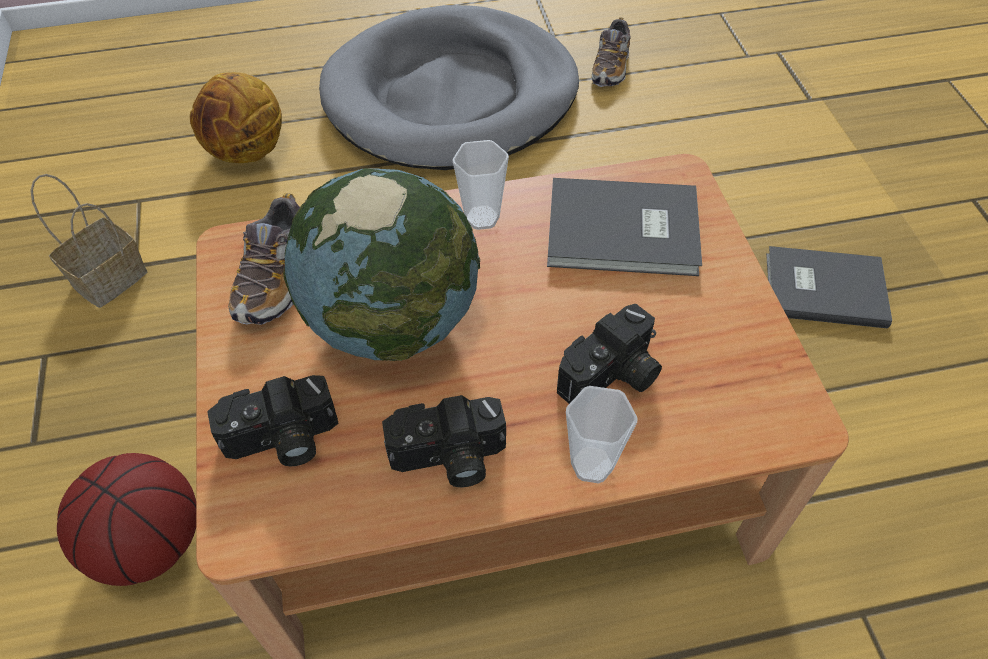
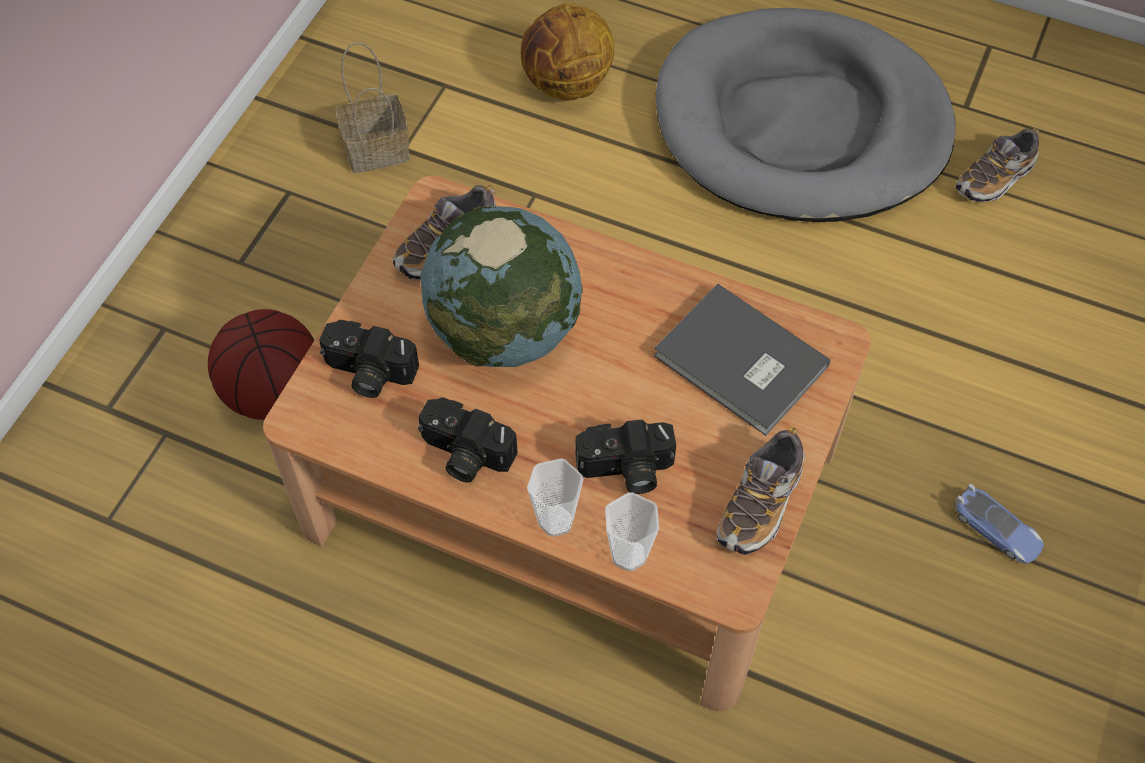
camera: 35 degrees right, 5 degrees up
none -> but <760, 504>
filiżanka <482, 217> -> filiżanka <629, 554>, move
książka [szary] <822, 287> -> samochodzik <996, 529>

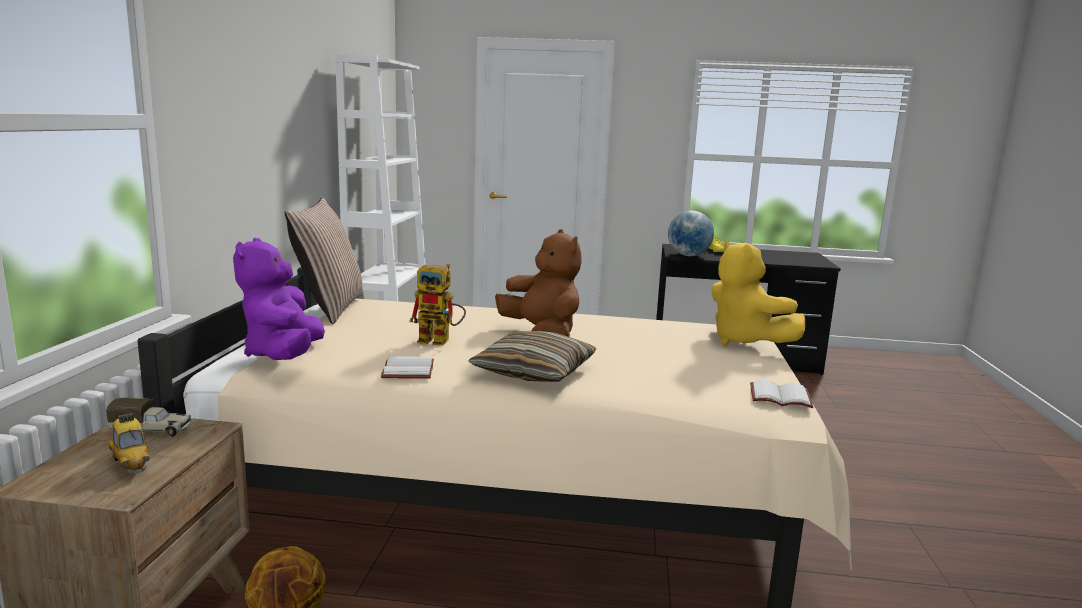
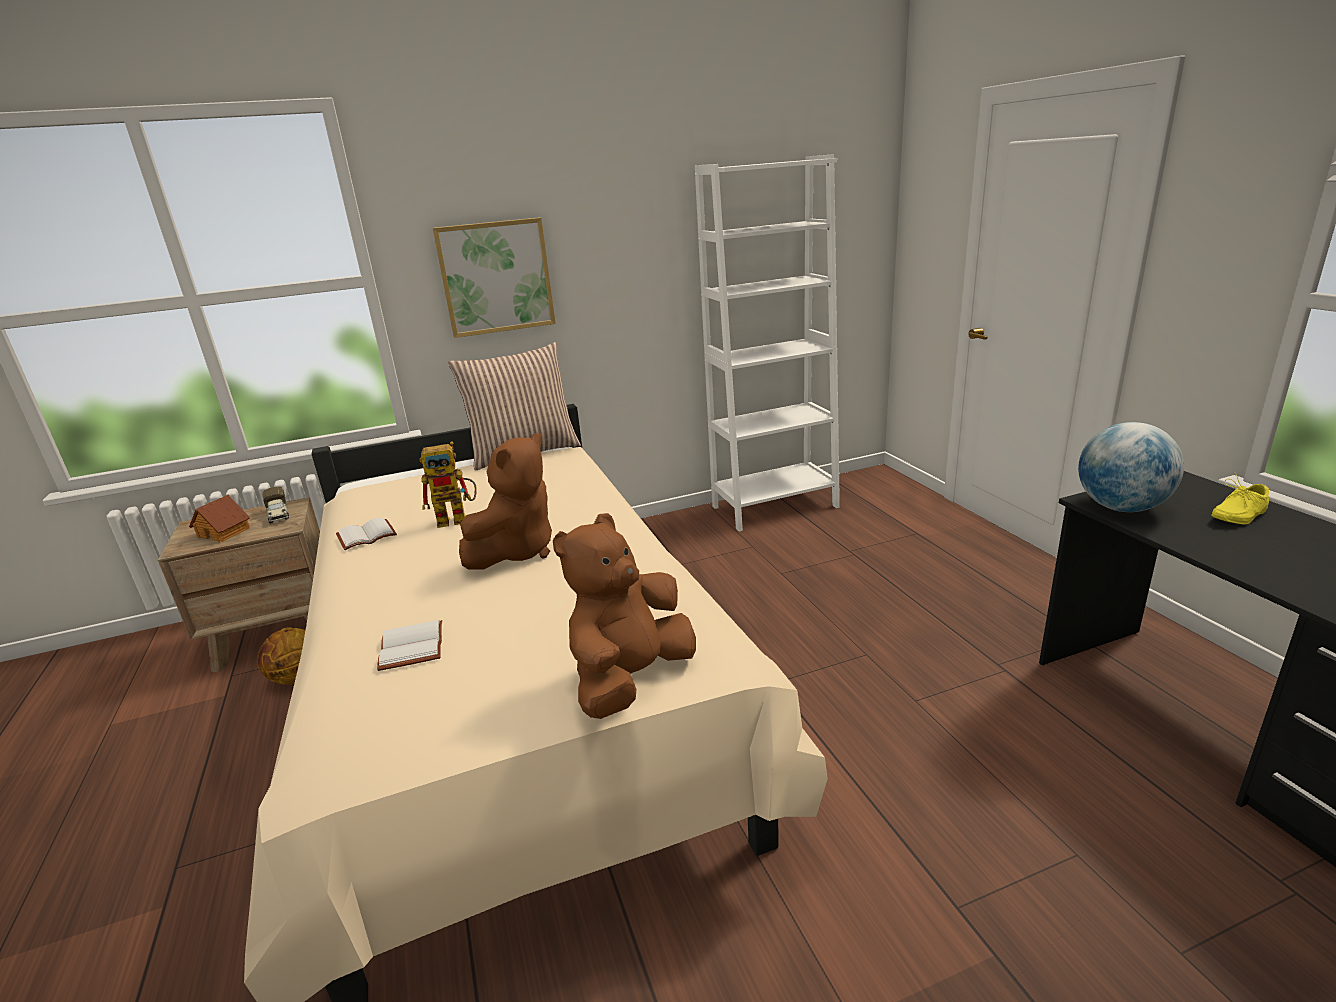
camera: 65 degrees right, 10 degrees up
pluszak [fioletowy] <284, 356> -> none
poduszka <534, 371> -> none
none -> obraz <496, 277>
książka [biały] <781, 396> -> książka [biały] <414, 647>, move
samochodzik <131, 464> -> domek <224, 532>
pluszak [żółty] <745, 341> -> pluszak [brązowy] <630, 679>
robot zabawkowy <441, 341> -> robot zabawkowy <458, 518>, 90 degrees counterclockwise

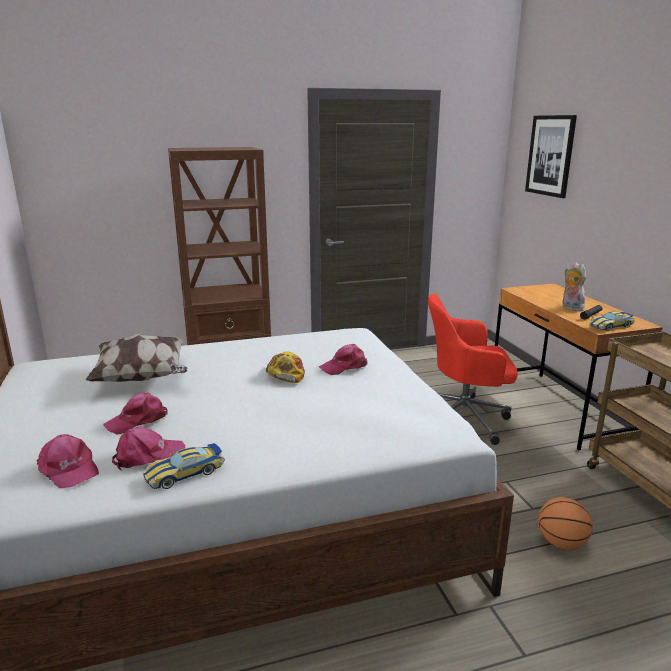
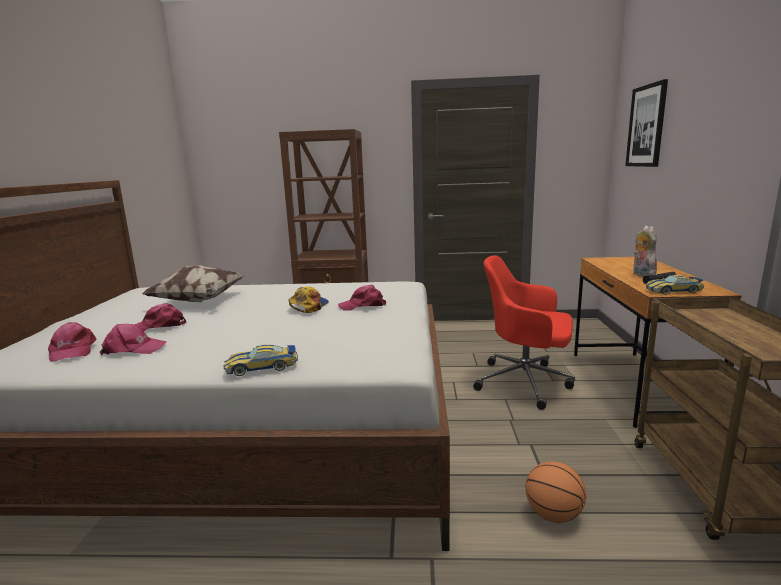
camera: 20 degrees right, 5 degrees down
samochodzik <185, 473> -> samochodzik <262, 367>, move

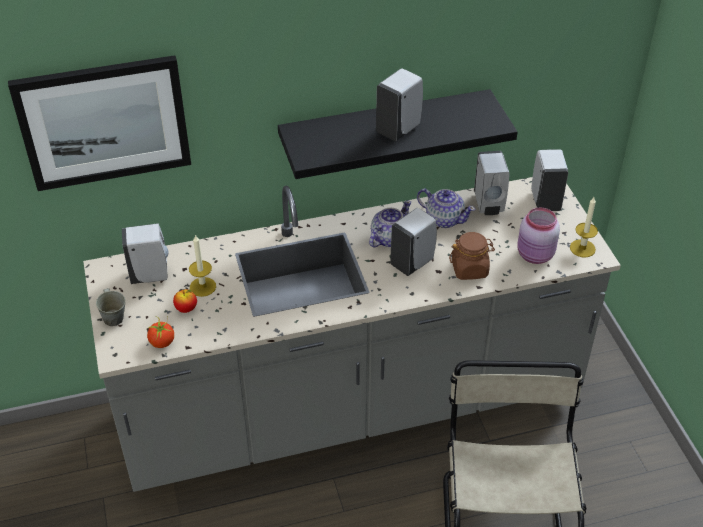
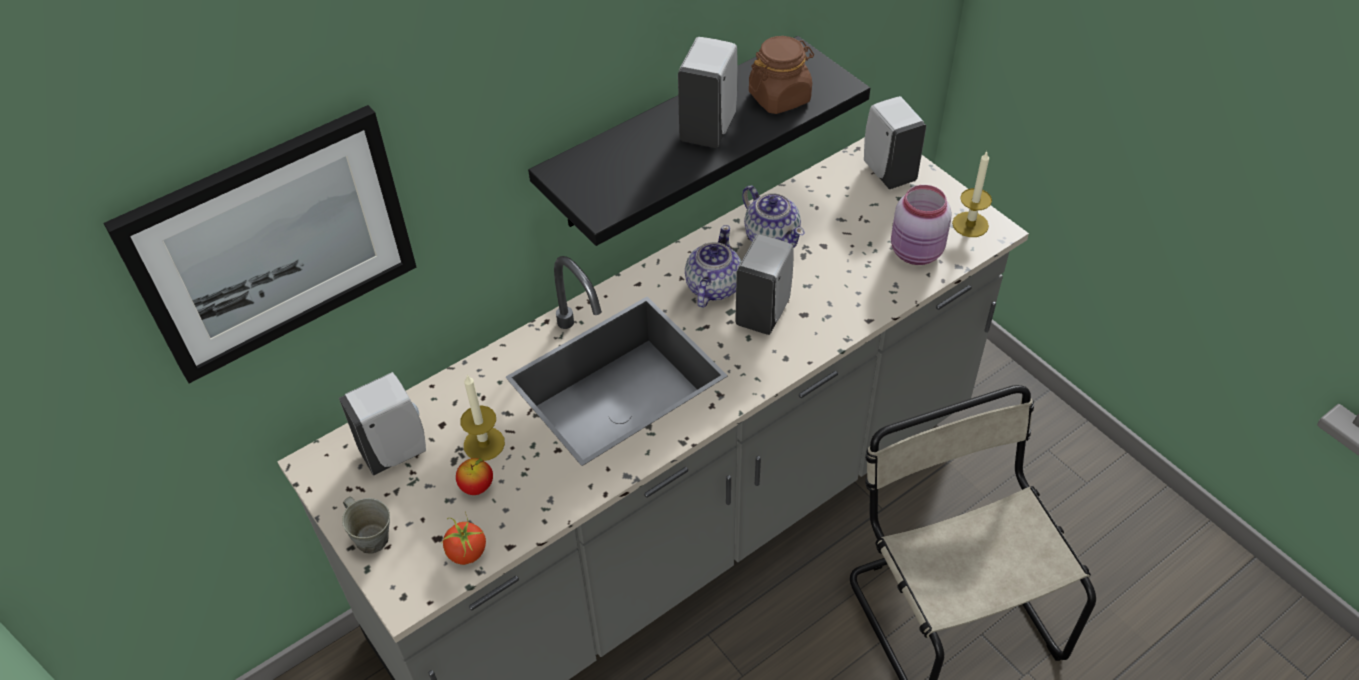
camera: 20 degrees left, 5 degrees up
dozownik mydła [biały] <488, 205> -> none
słoik [brązowy] <470, 269> -> słoik [brązowy] <780, 97>, move
imbryk <444, 219> -> imbryk <771, 236>, 45 degrees clockwise

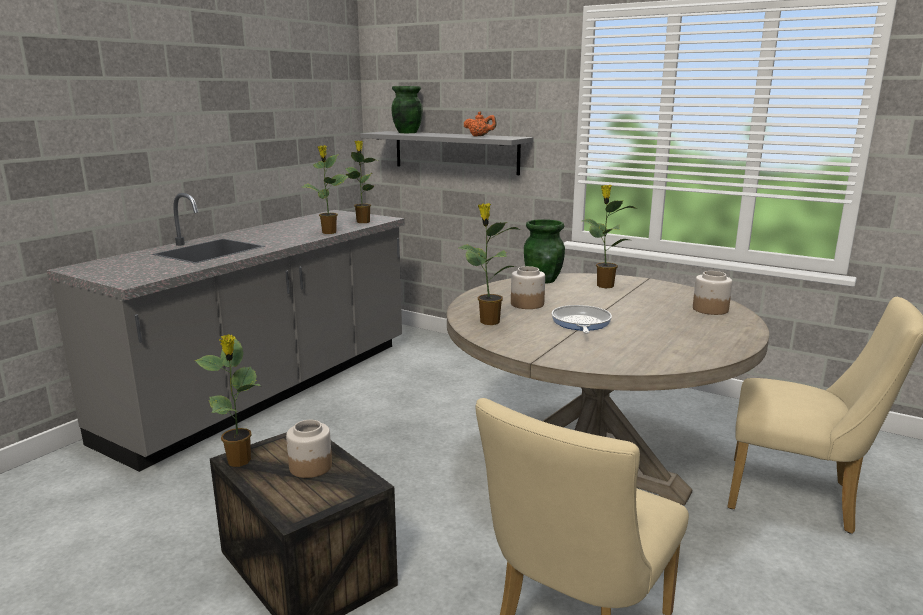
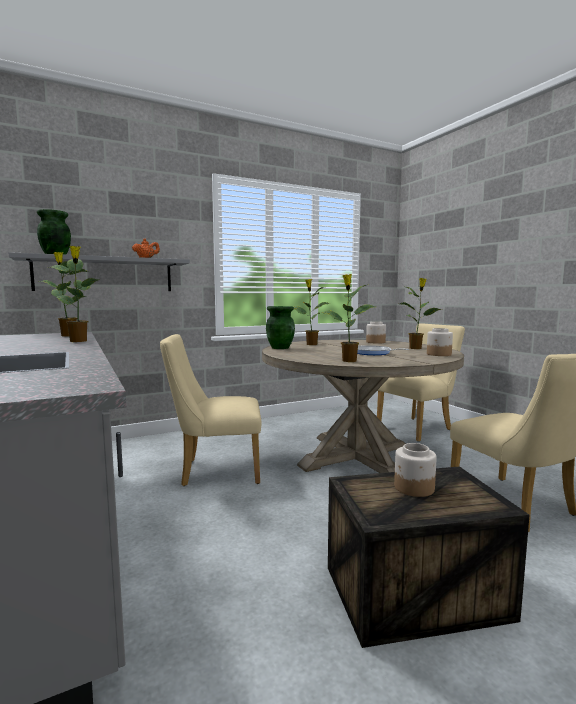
camera: 60 degrees left, 10 degrees down
none -> krzesło [beżowy] <215, 471>
roślina doniczkowa <239, 461> -> roślina doniczkowa <416, 348>, move
słoik <527, 304> -> słoik <439, 354>, move

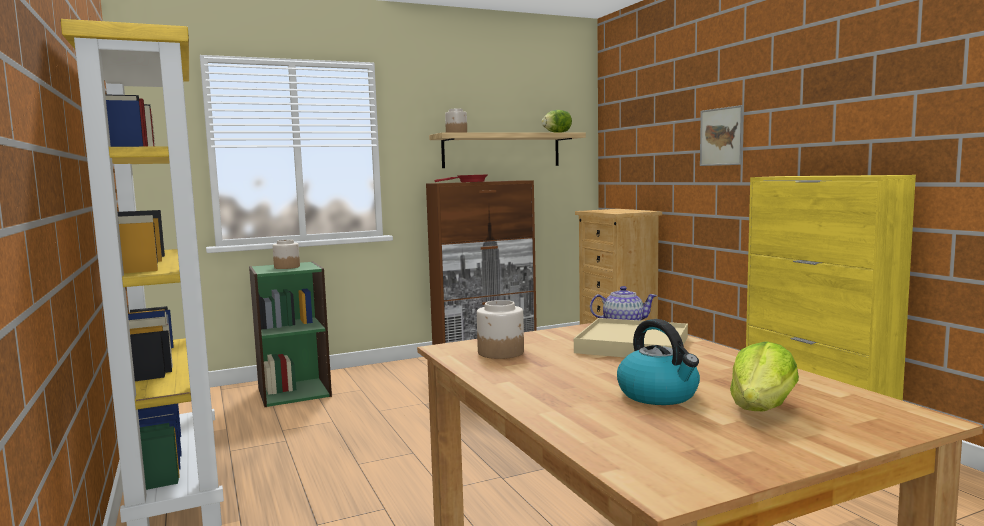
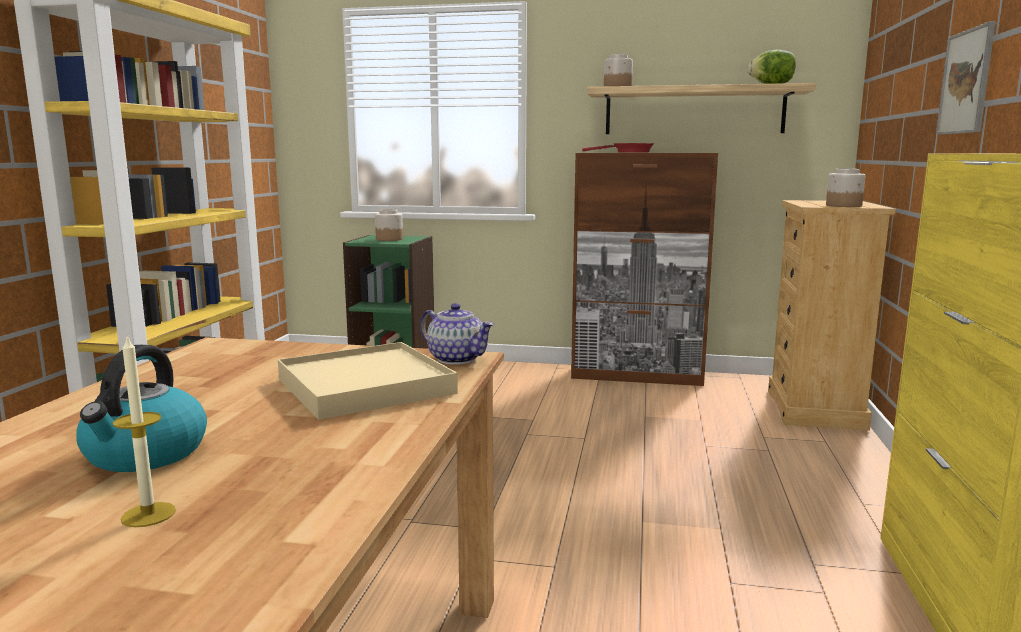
camera: 35 degrees right, 5 degrees up
słoik <501, 352> -> słoik <844, 206>, move
sałata <762, 408> -> świeca <148, 514>

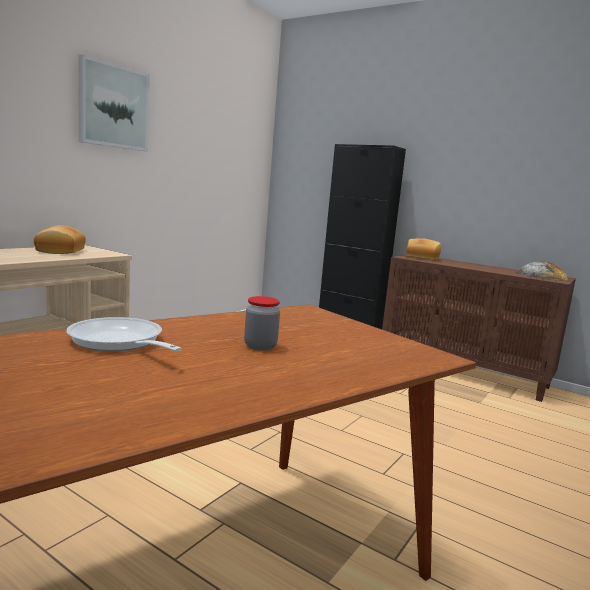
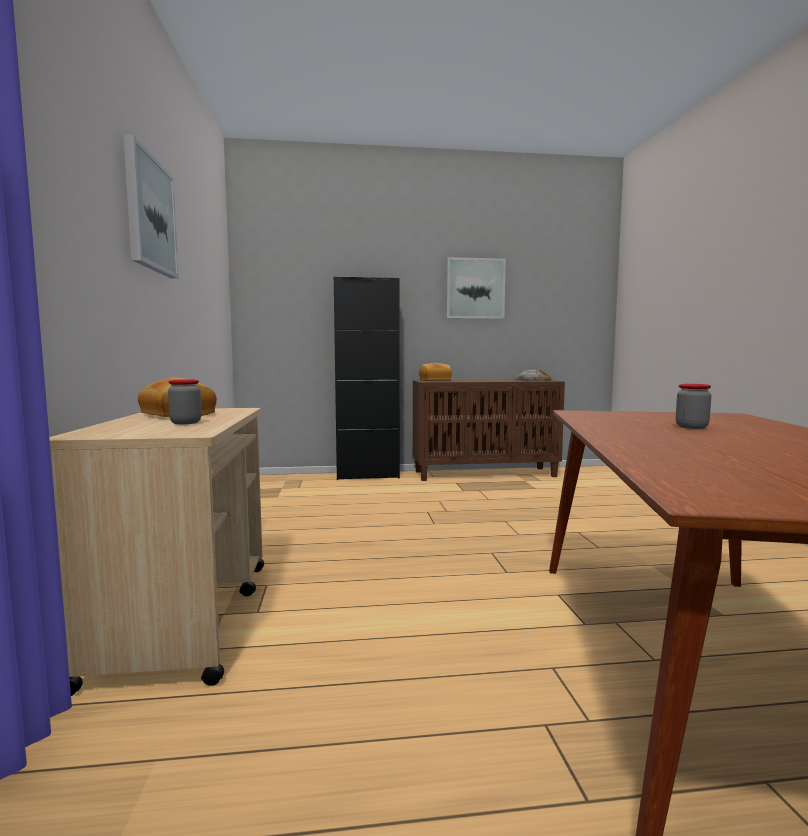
camera: 40 degrees left, 5 degrees down
patelnia <119, 342> -> none
none -> słoik <186, 423>
none -> obraz <475, 289>

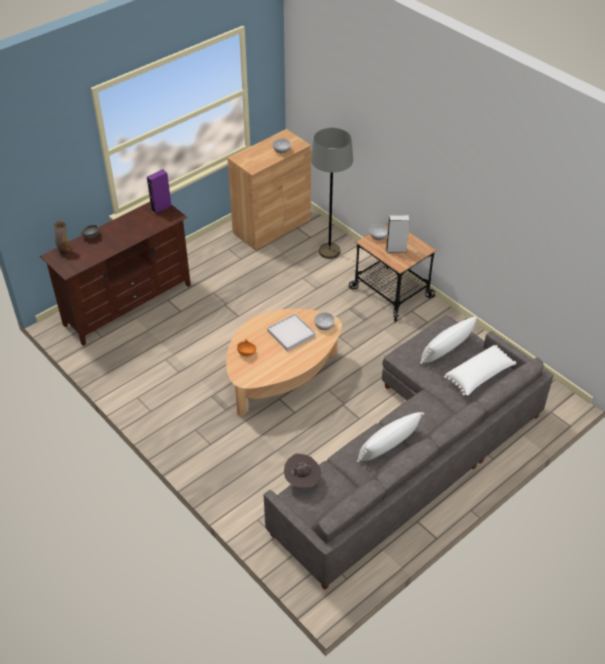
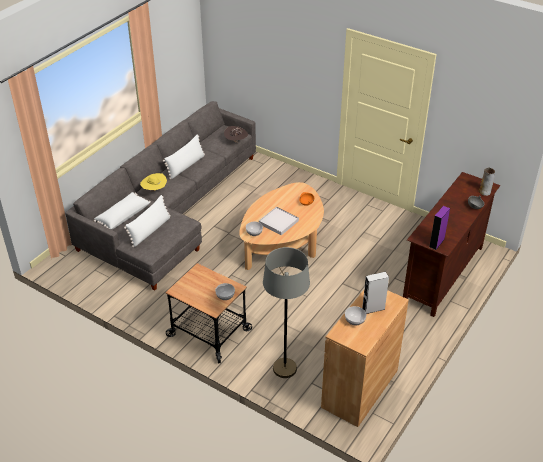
camera: 165 degrees right, 5 degrees down
none -> kapelusz [żółty] <154, 190>
głośnik [szary] <396, 249> -> głośnik [szary] <373, 308>, move

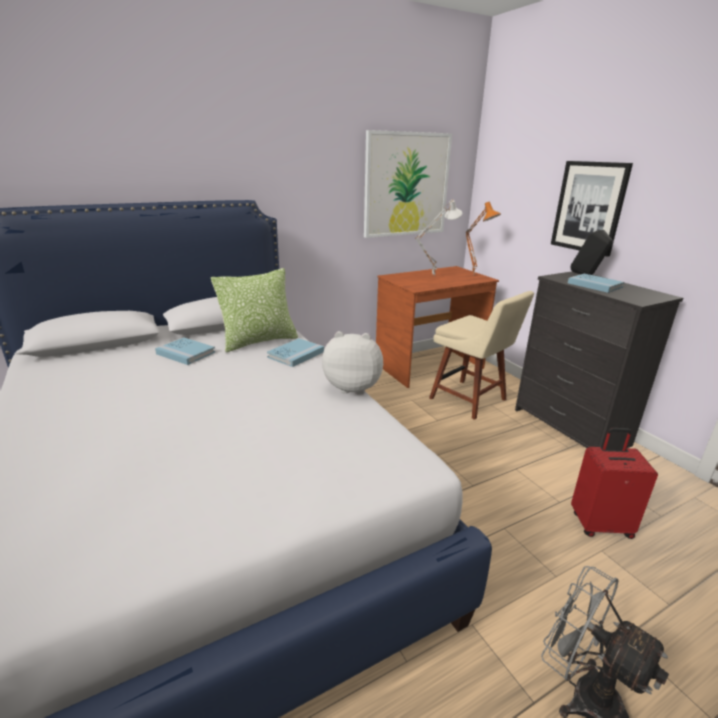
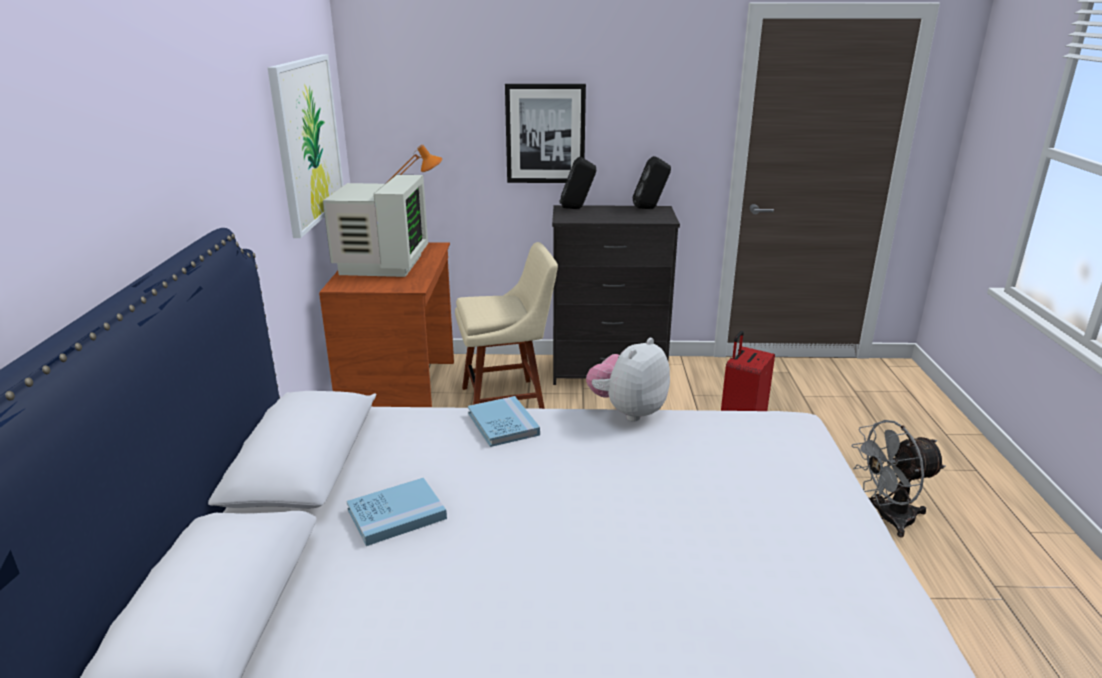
camera: 60 degrees left, 0 degrees up
poduszka <259, 341> -> none
książka [niebieski] <594, 285> -> none
none -> głośnik [czarny] <650, 208>
lampa stołowa [biały] <433, 276> -> monitor <380, 264>

